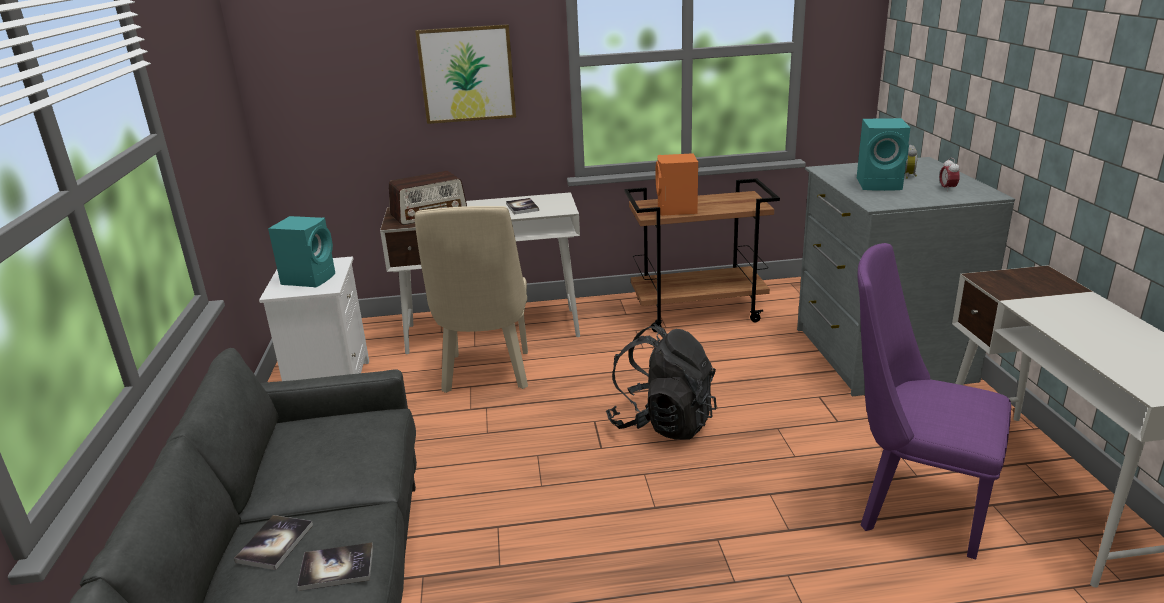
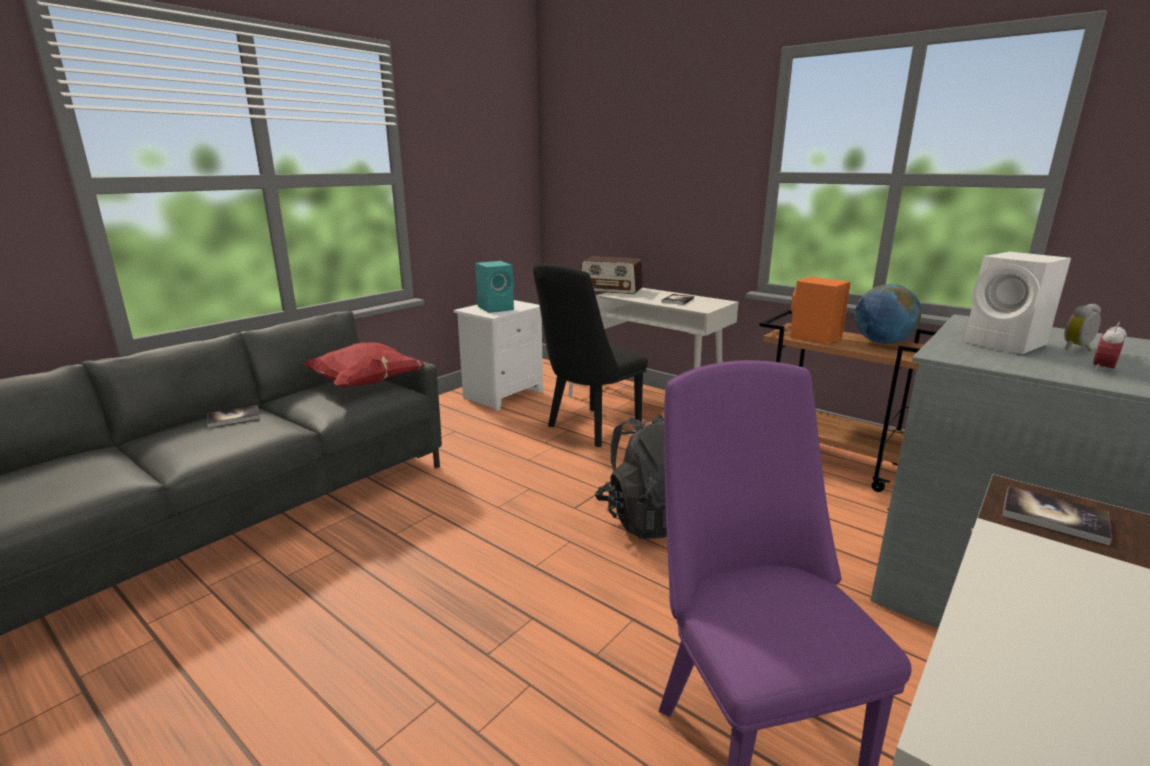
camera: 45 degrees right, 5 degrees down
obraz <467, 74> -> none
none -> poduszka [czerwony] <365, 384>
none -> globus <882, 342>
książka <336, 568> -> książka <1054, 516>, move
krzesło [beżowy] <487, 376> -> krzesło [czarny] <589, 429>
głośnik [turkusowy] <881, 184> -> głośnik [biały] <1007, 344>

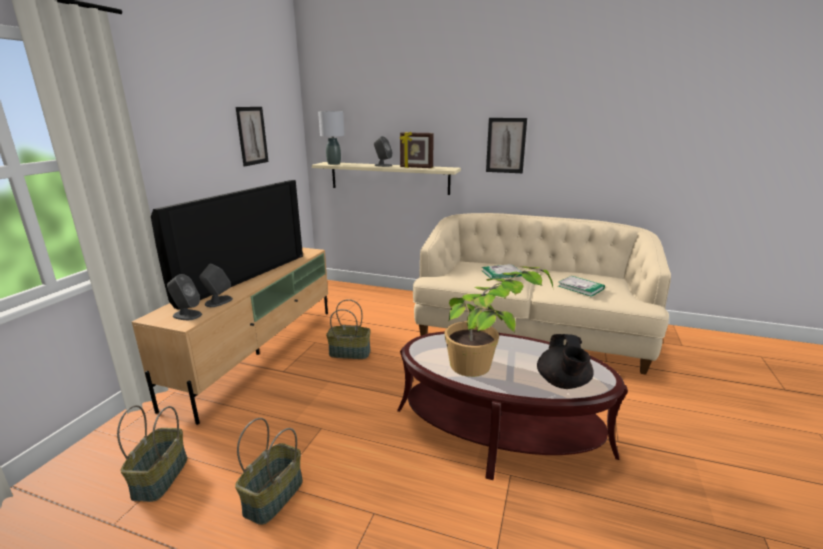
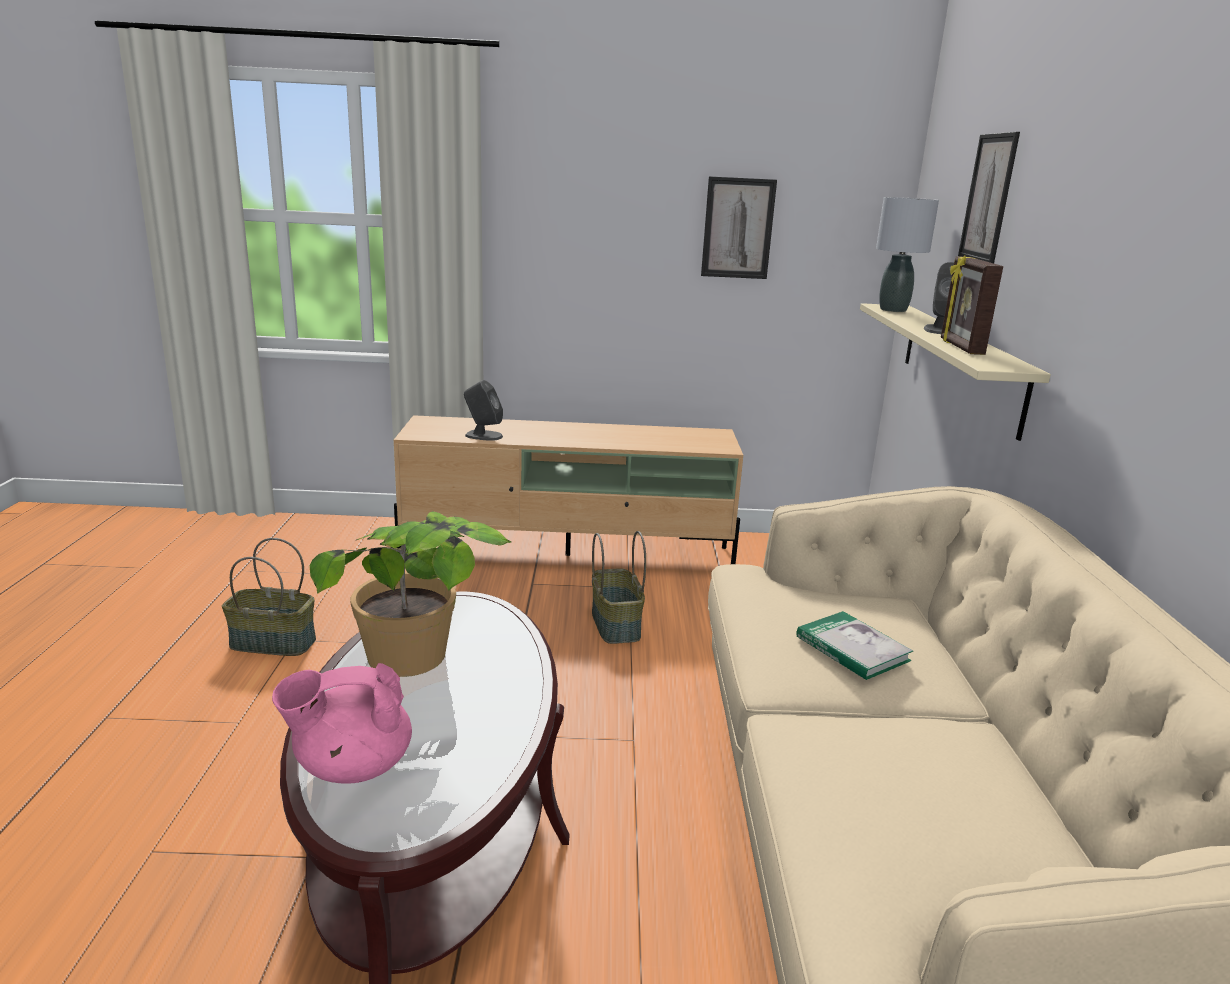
camera: 70 degrees right, 0 degrees up
koszyk <161, 478> -> none
telewizor <243, 277> -> none
głośnik [szary] <187, 315> -> none
książka <580, 287> -> none
obraz <506, 145> -> obraz <988, 198>, move
imbryk [czarny] <563, 383> -> imbryk [różowy] <352, 766>

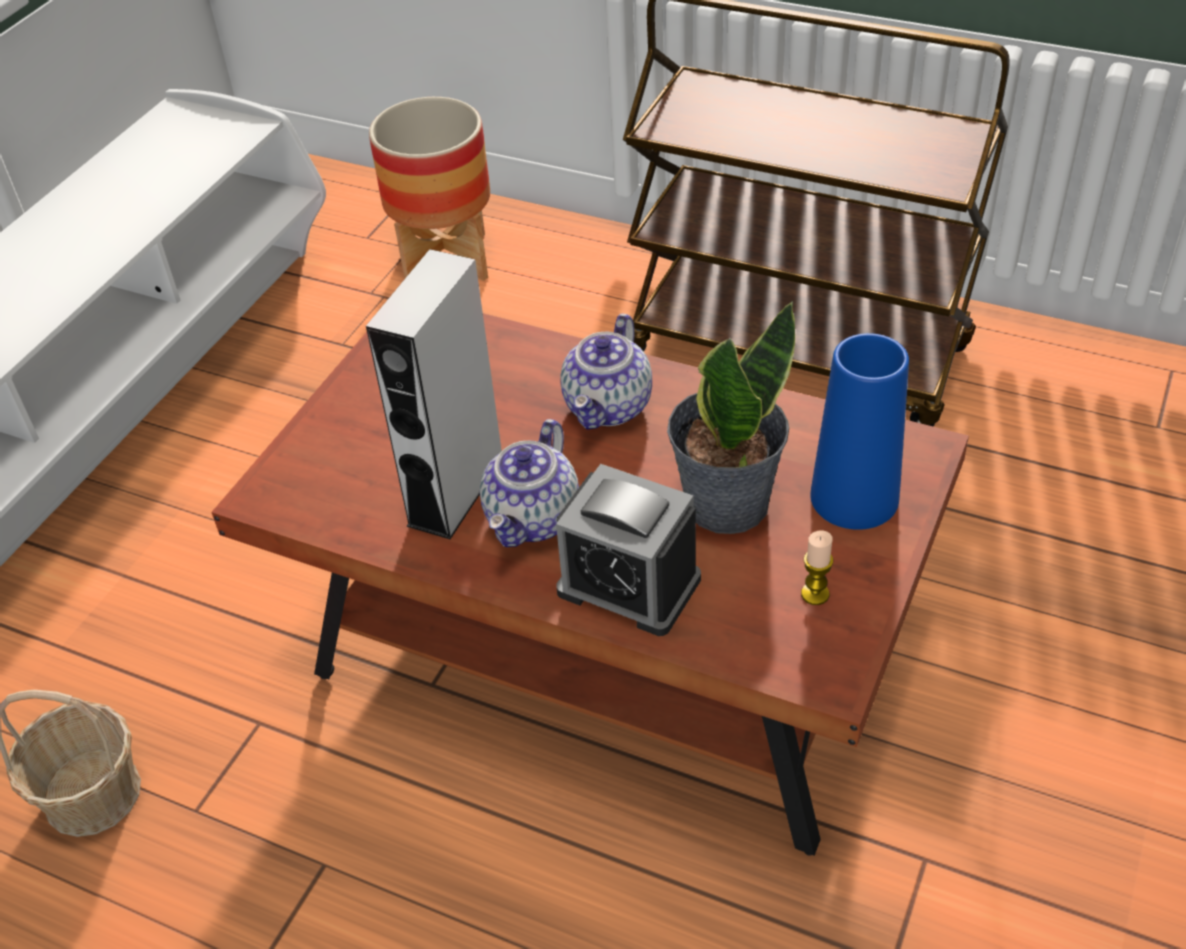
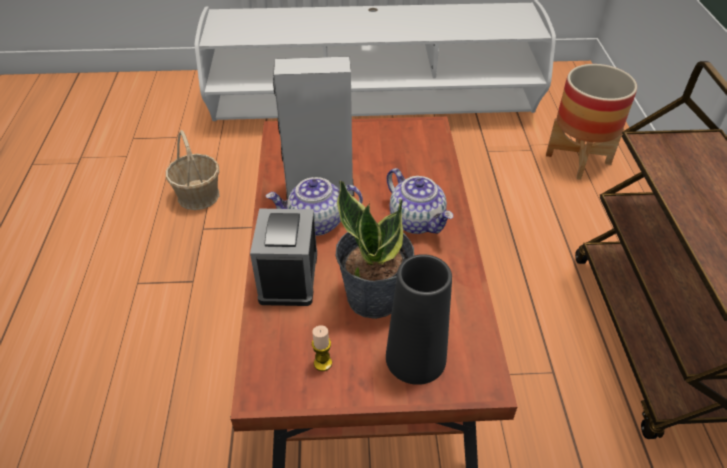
camera: 60 degrees right, 0 degrees up
wazon [niebieski] <854, 497> -> wazon [czarny] <415, 358>
imbryk <609, 407> -> imbryk <417, 221>, 120 degrees counterclockwise

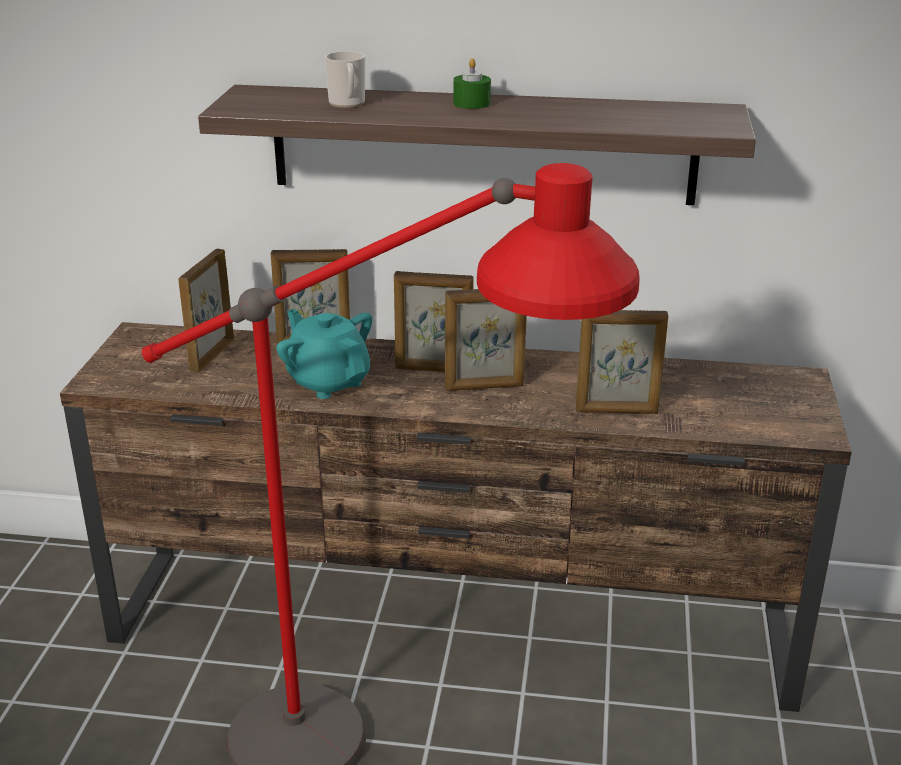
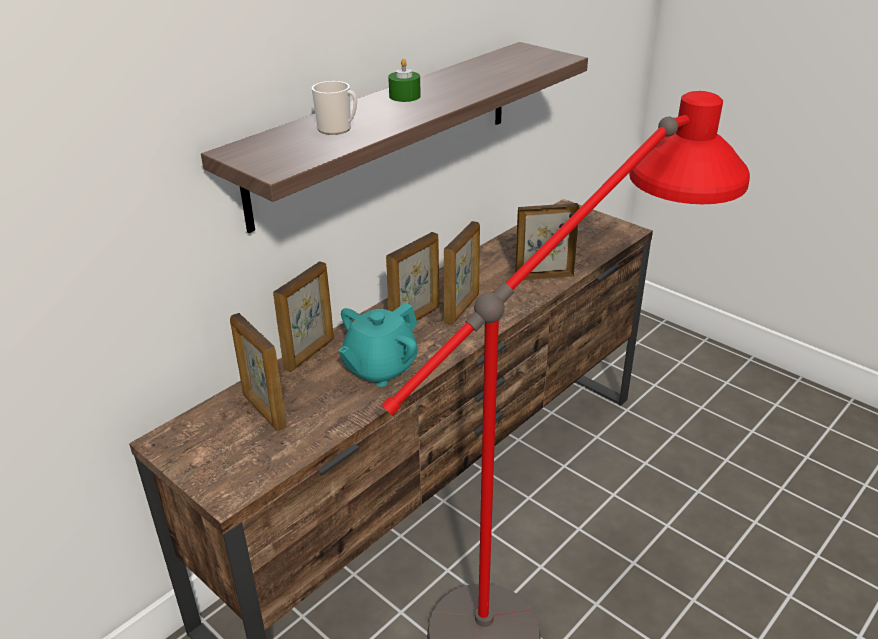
camera: 55 degrees left, 5 degrees up
imbryk [turkusowy] <328, 382> -> imbryk [turkusowy] <379, 368>, 45 degrees counterclockwise
ramka na zdjęcie <617, 411> -> ramka na zdjęcie <543, 276>, 135 degrees counterclockwise

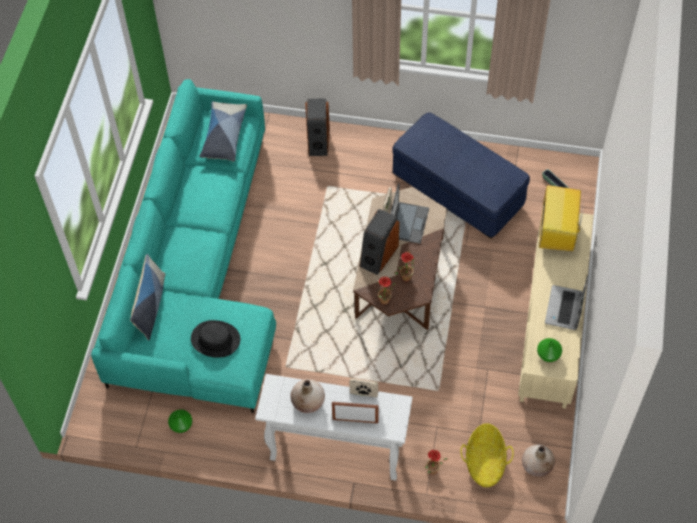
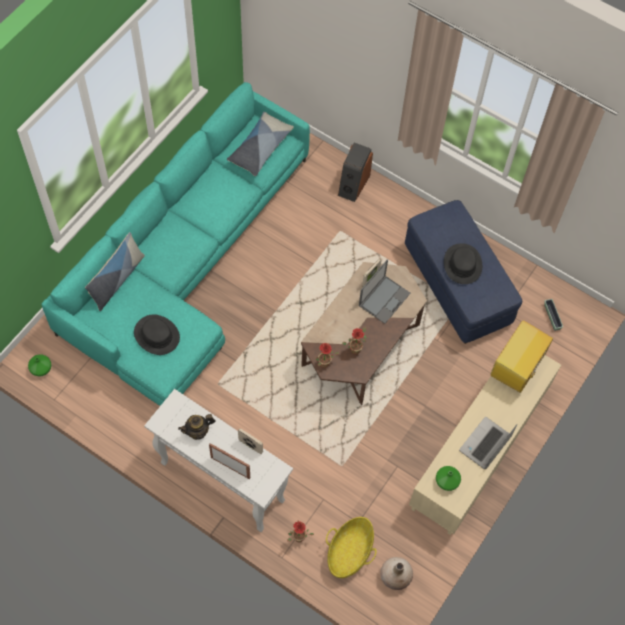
camera: 20 degrees right, 5 degrees up
głośnik <378, 255> -> none
none -> kapelusz [czarny] <462, 264>
wazon [zielony] <180, 425> -> wazon [zielony] <41, 369>, move
wazon [beżowy] <308, 402> -> imbryk <198, 431>

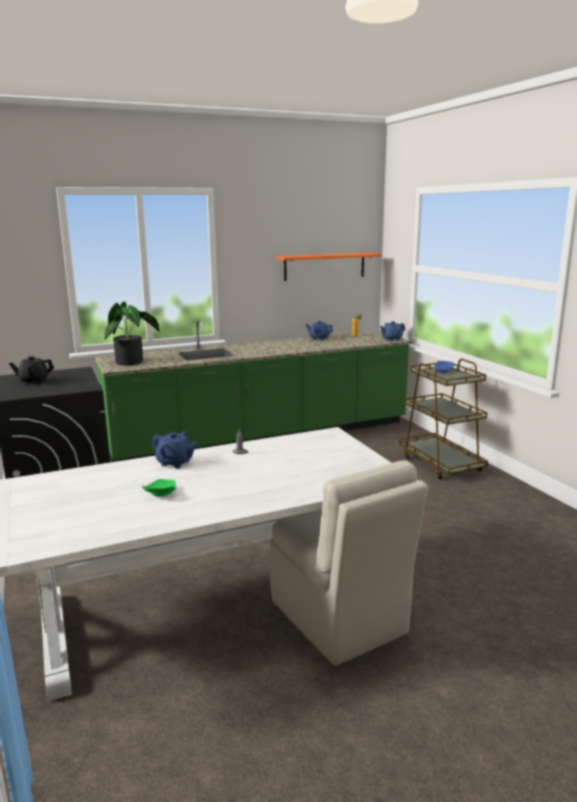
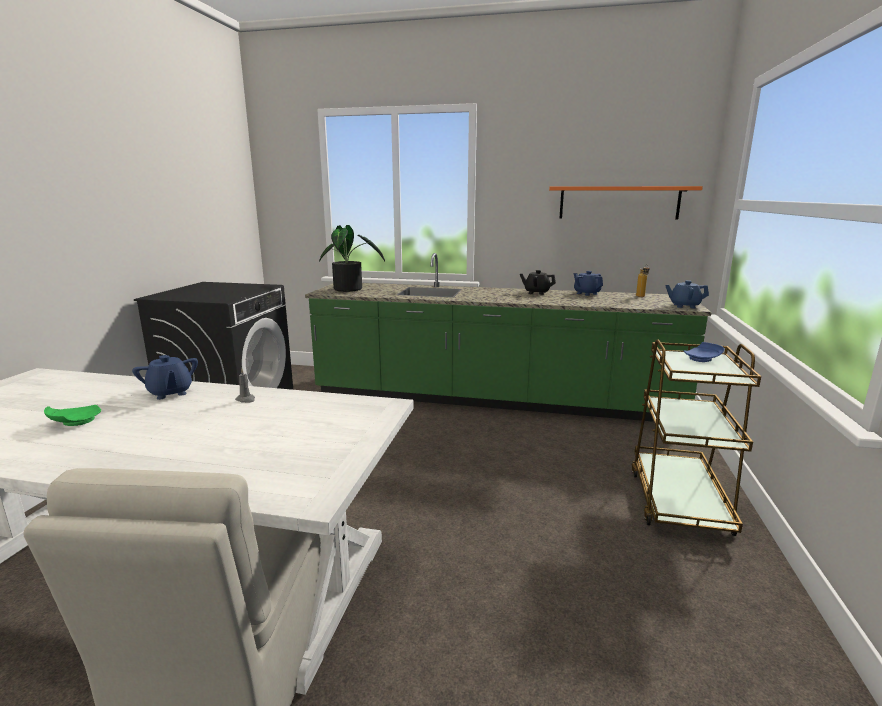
camera: 35 degrees right, 0 degrees up
imbryk [czarny] <34, 381> -> imbryk [czarny] <536, 292>, move

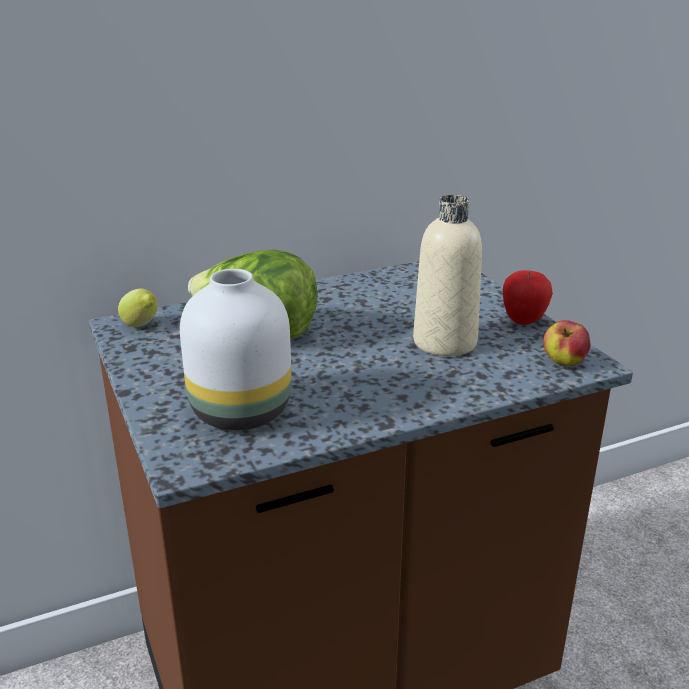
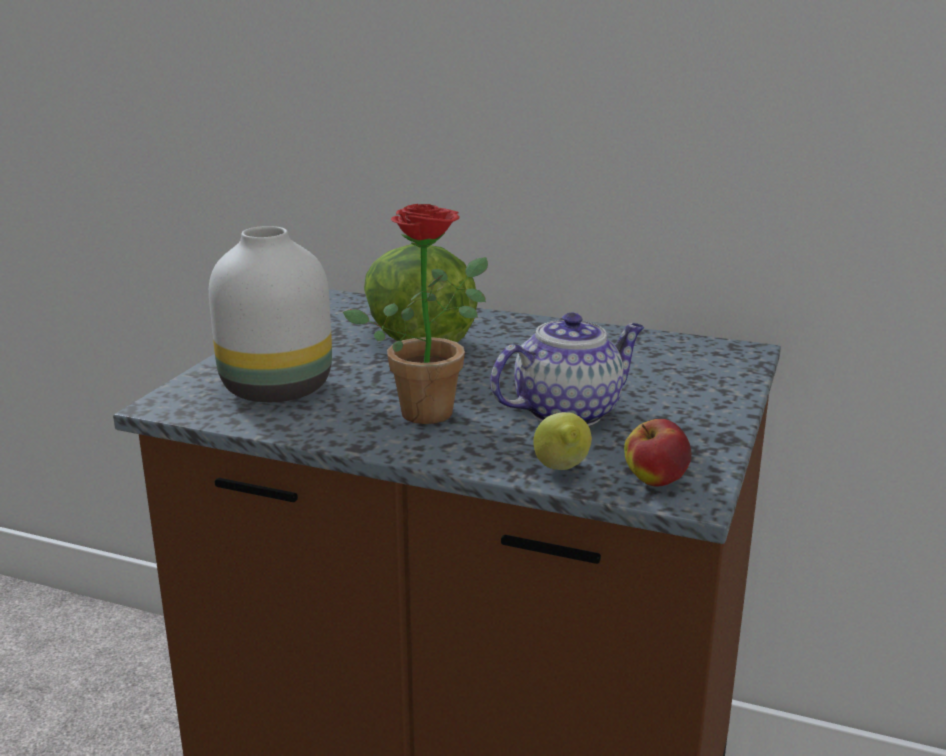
camera: 45 degrees right, 5 degrees down
jabłko <523, 321> -> none
none -> roślina doniczkowa <432, 408>
cytryna <142, 326> -> cytryna <562, 470>, move
butelka [beżowy] <445, 342> -> imbryk <568, 412>

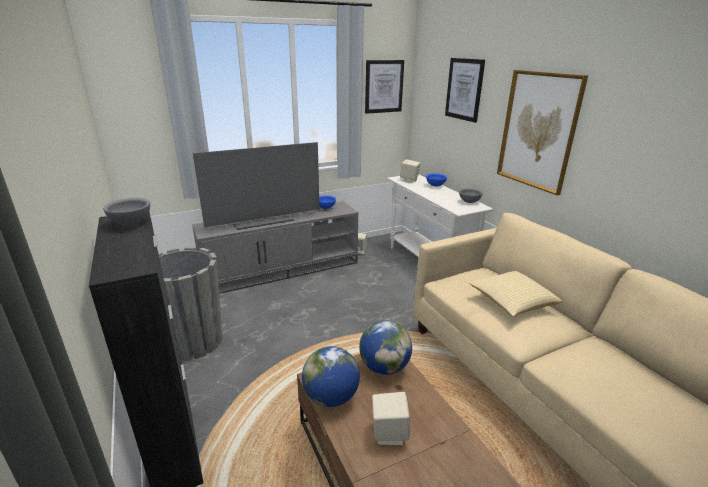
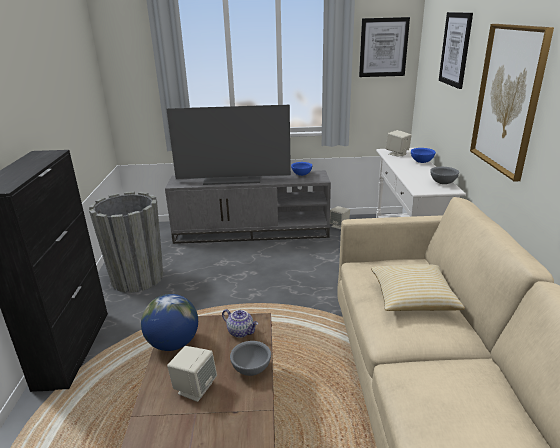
camera: 25 degrees right, 0 degrees up
miska [szary] <130, 223> -> miska [szary] <250, 369>, move
globus <384, 367> -> imbryk <241, 332>

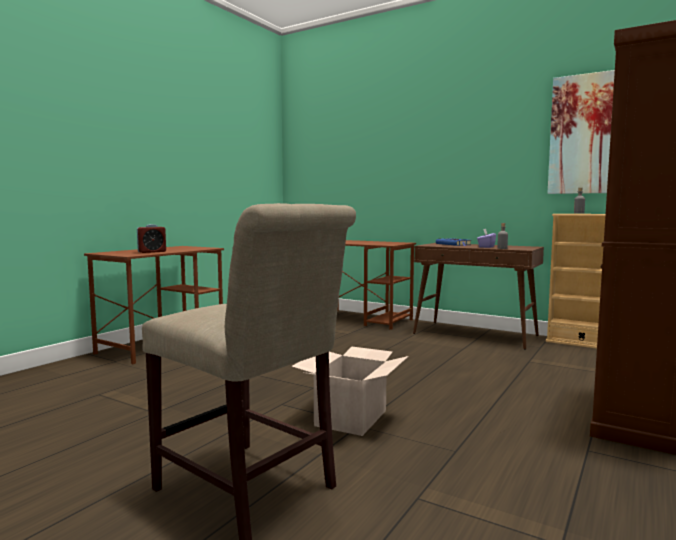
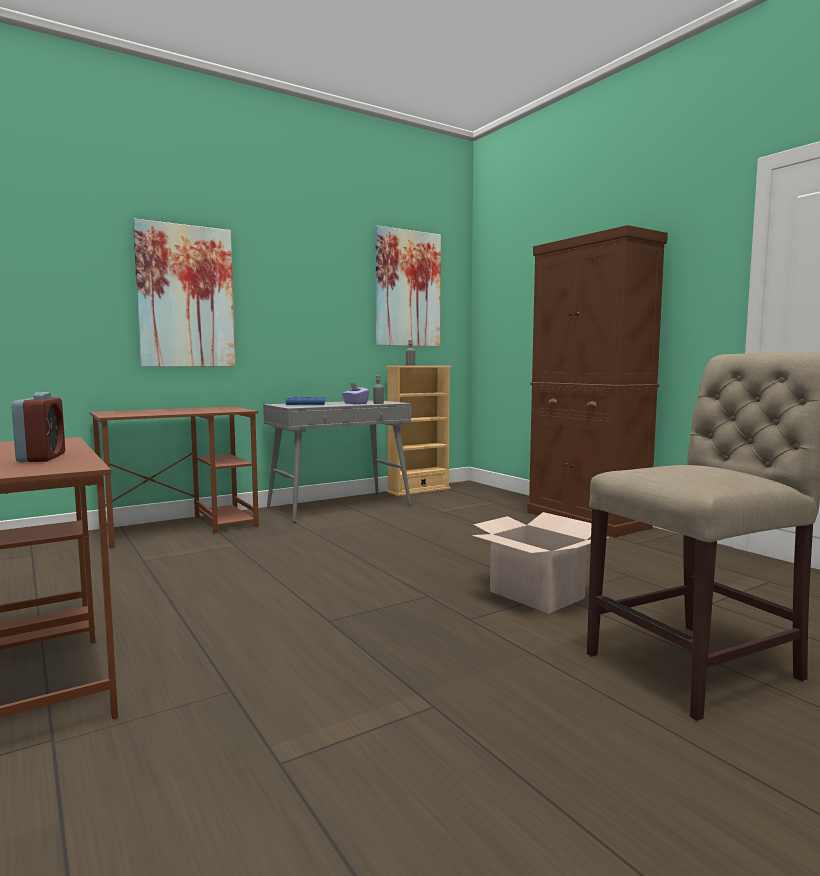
camera: 65 degrees left, 0 degrees up
none -> obraz <186, 296>
stolik konsolowy [brązowy] <476, 334> -> stolik konsolowy [szary] <340, 506>

